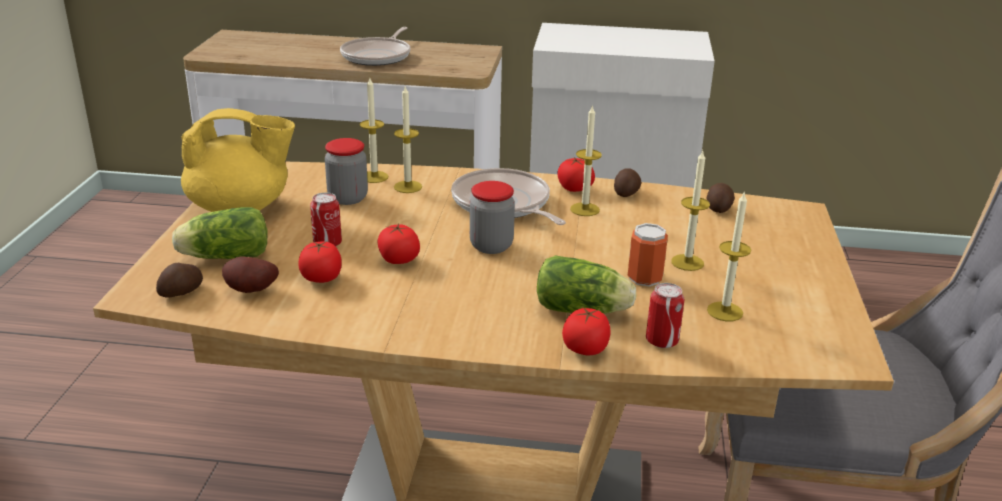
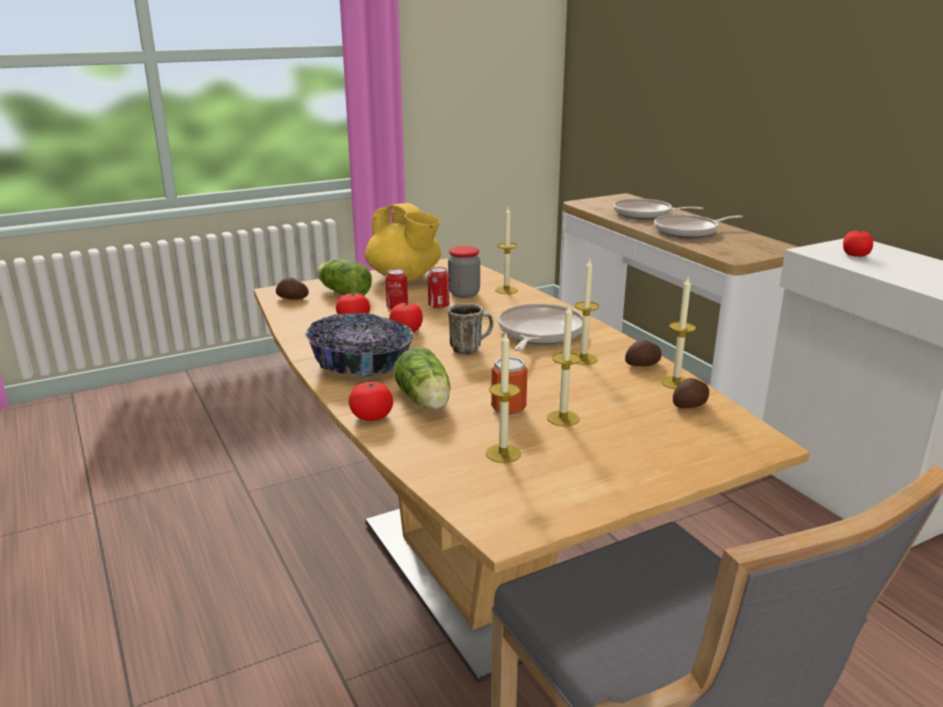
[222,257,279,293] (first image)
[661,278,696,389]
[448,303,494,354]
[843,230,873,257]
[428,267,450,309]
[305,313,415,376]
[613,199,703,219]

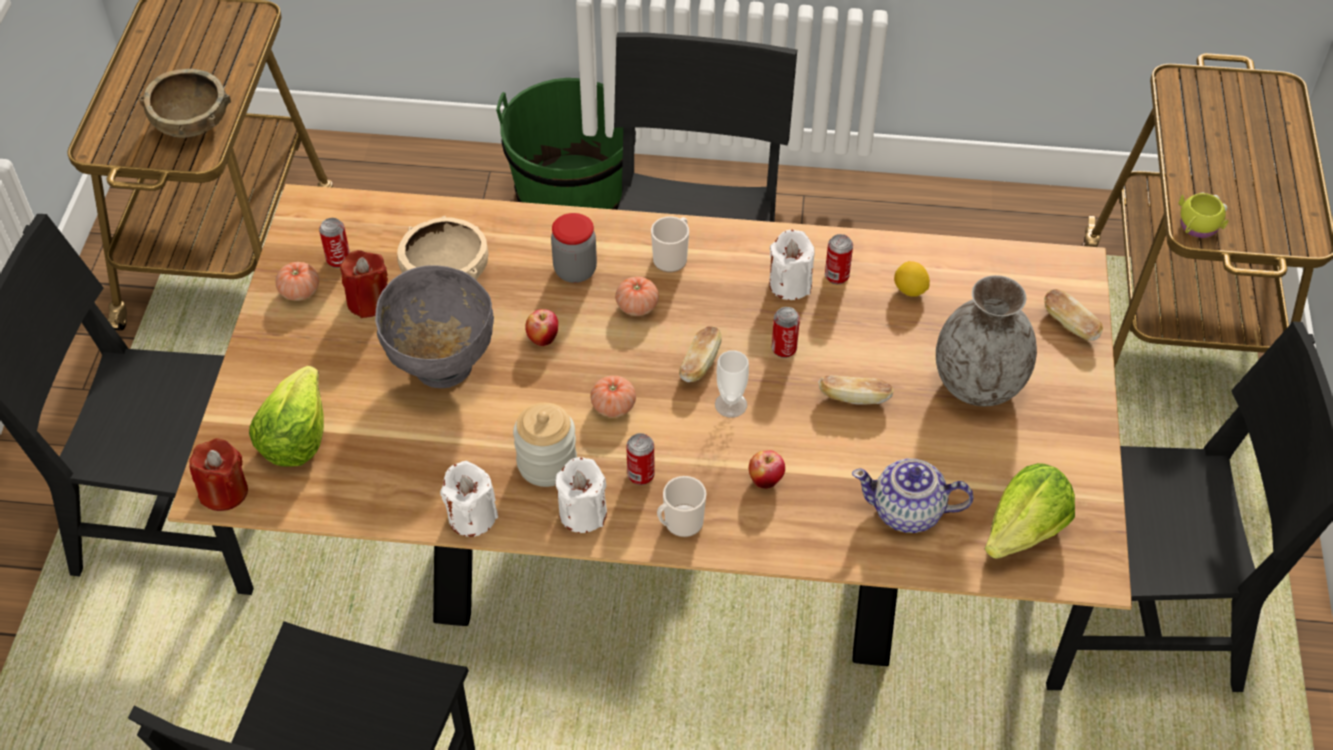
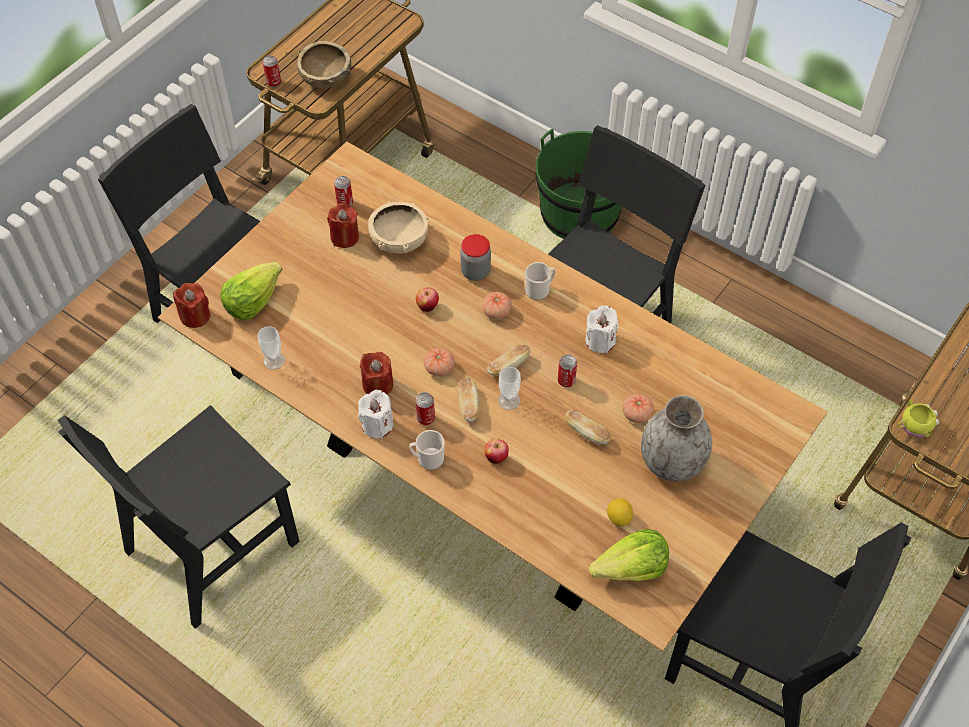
[622,394,654,423]
[375,265,494,388] (first image)
[440,461,498,537] (first image)
[360,352,393,395]
[263,55,281,87]
[852,459,974,533] (first image)
[607,498,633,526]
[457,377,479,422]
[258,326,285,370]

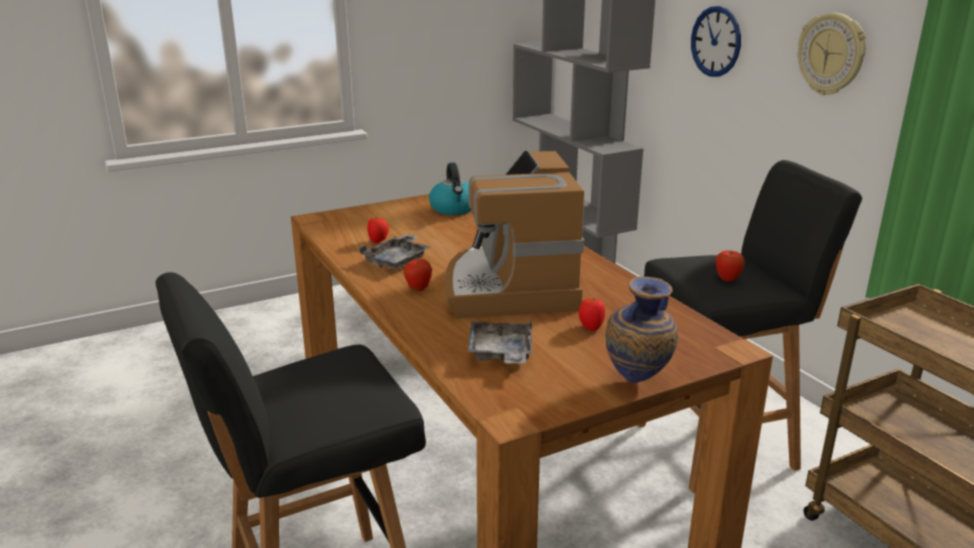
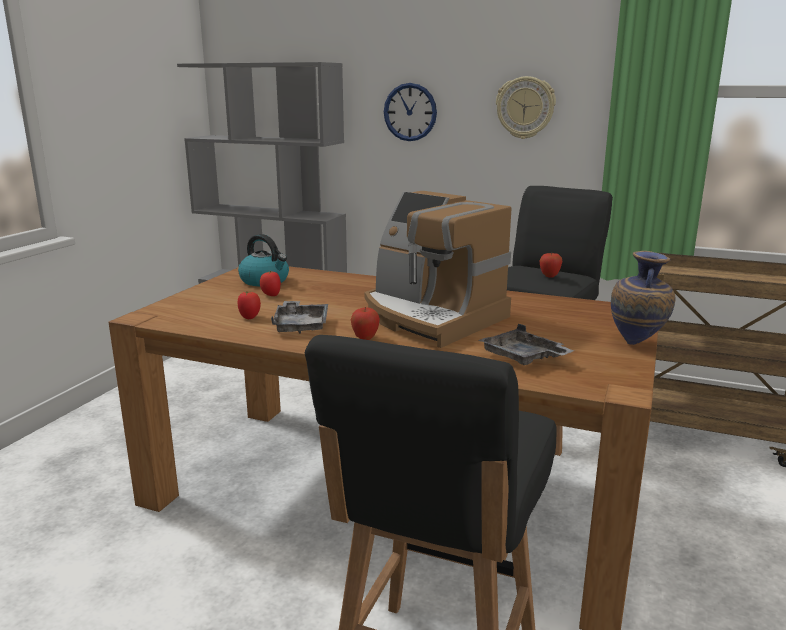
[260,271,281,296]

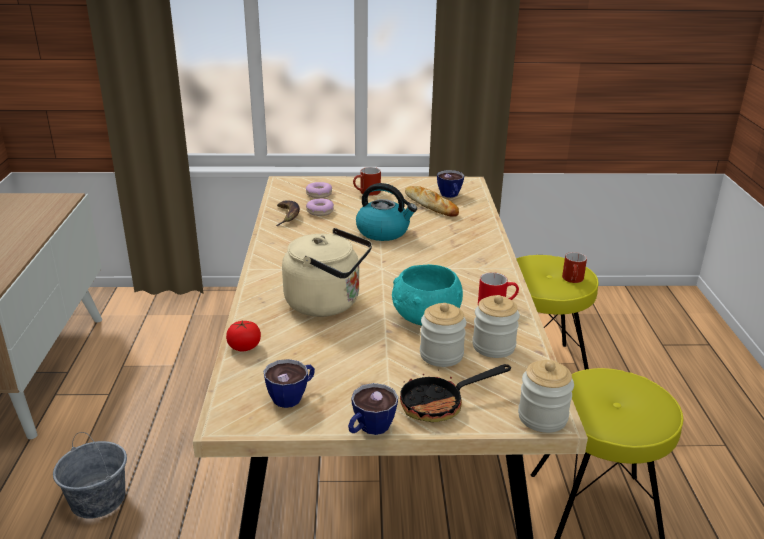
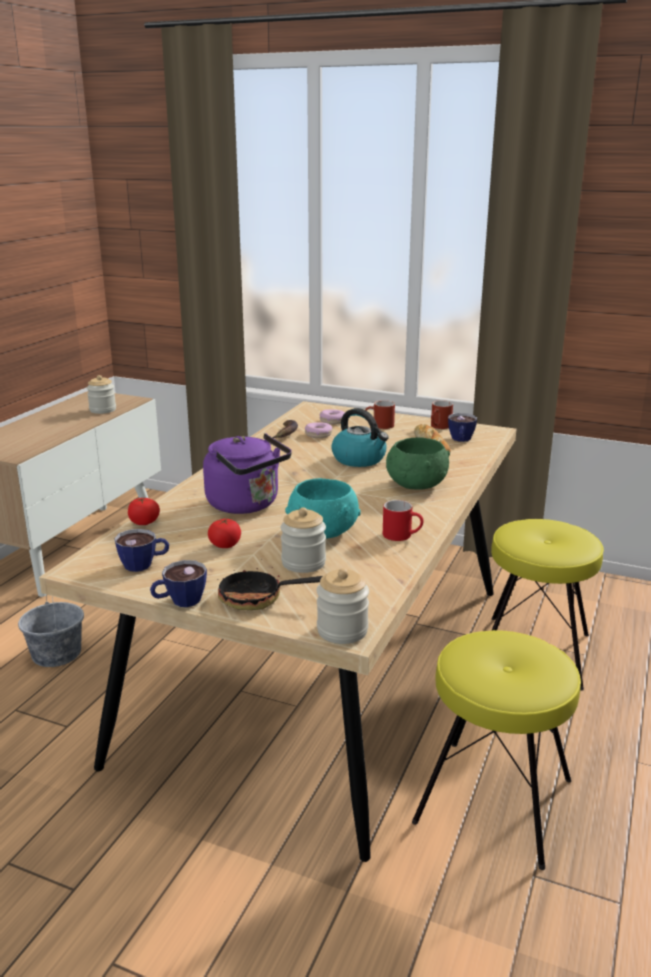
[203,433,292,514]
[87,375,116,414]
[431,400,453,429]
[208,519,241,548]
[386,438,450,490]

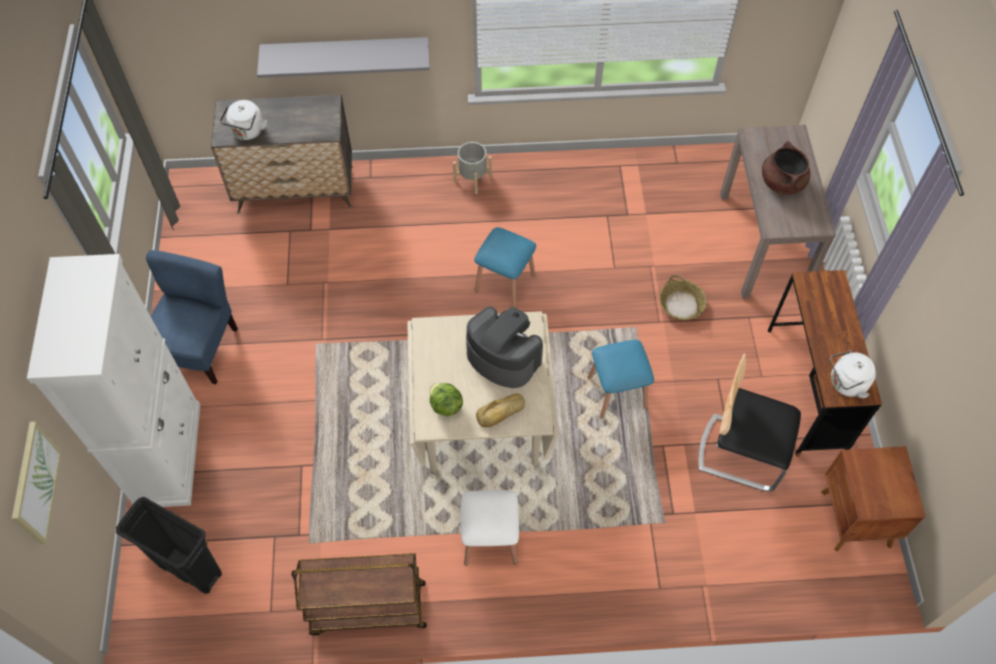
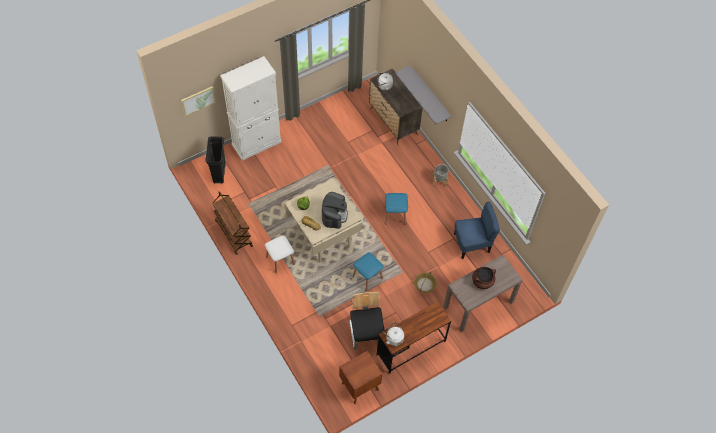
[454,202,500,259]

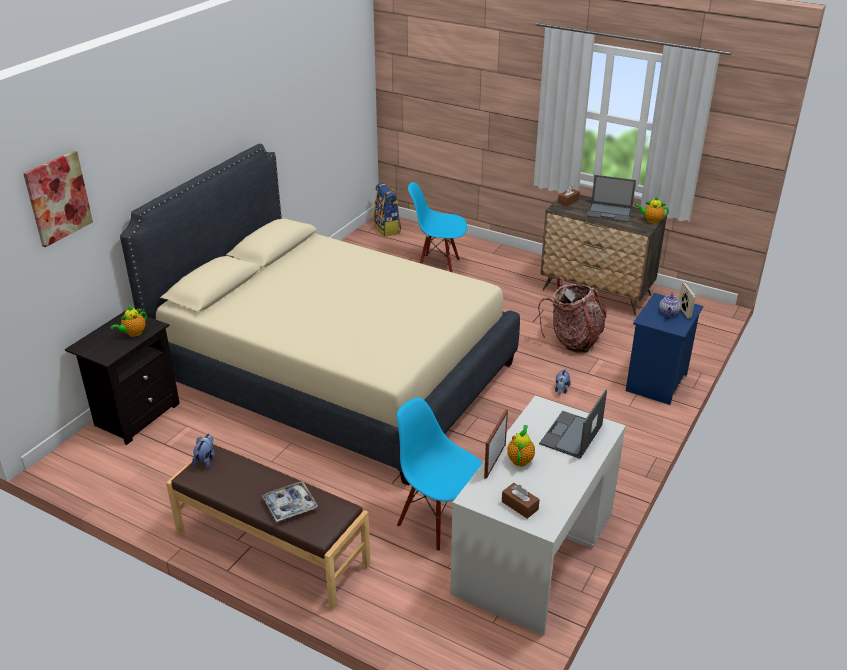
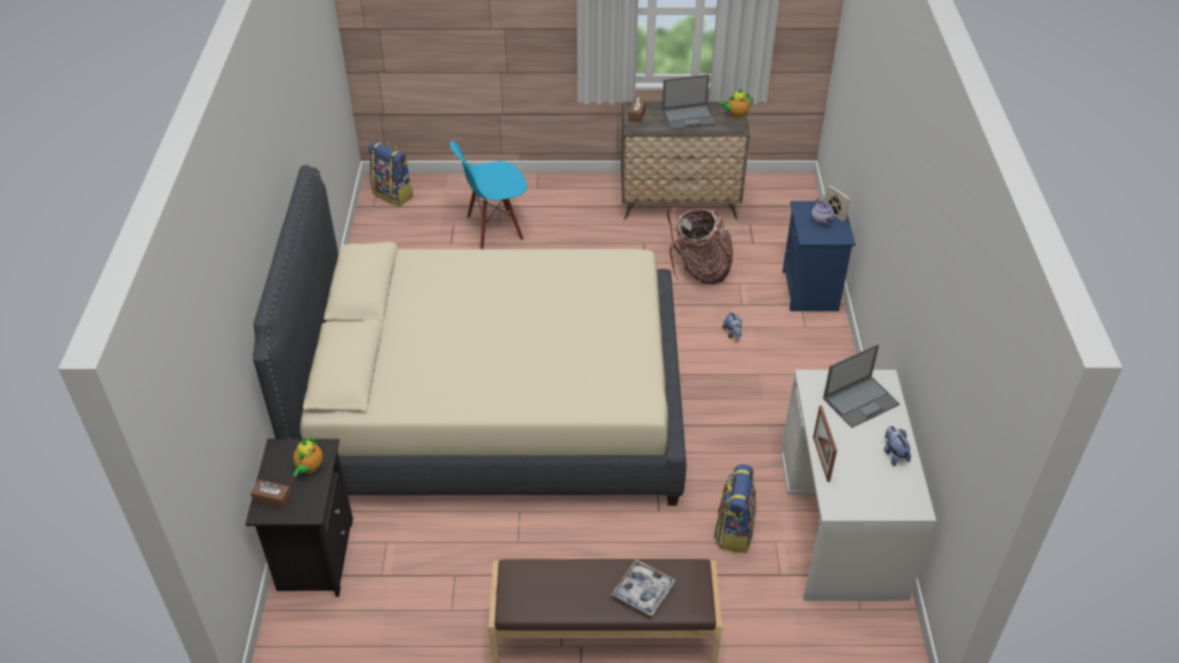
[23,151,93,247] (first image)
[884,426,911,466]
[714,464,757,553]
[251,480,292,509]
[507,425,535,466] (first image)
[823,344,900,428]

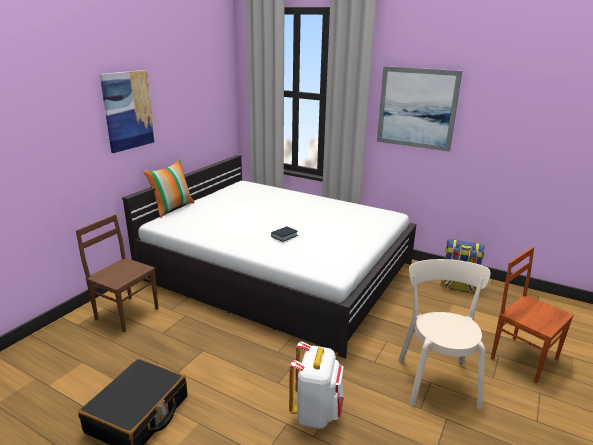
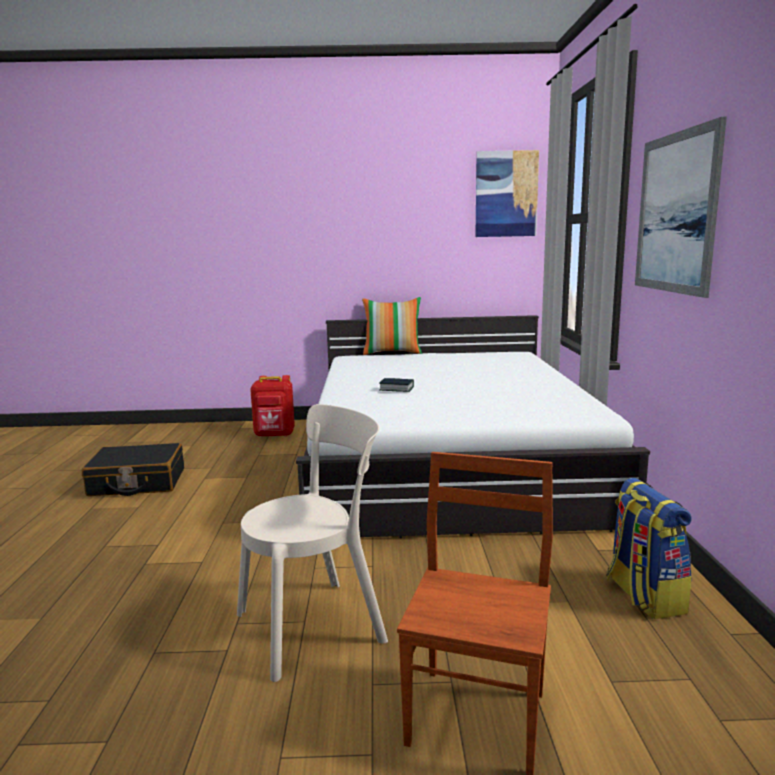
[250,375,295,437]
[475,150,539,237]
[289,341,344,429] (first image)

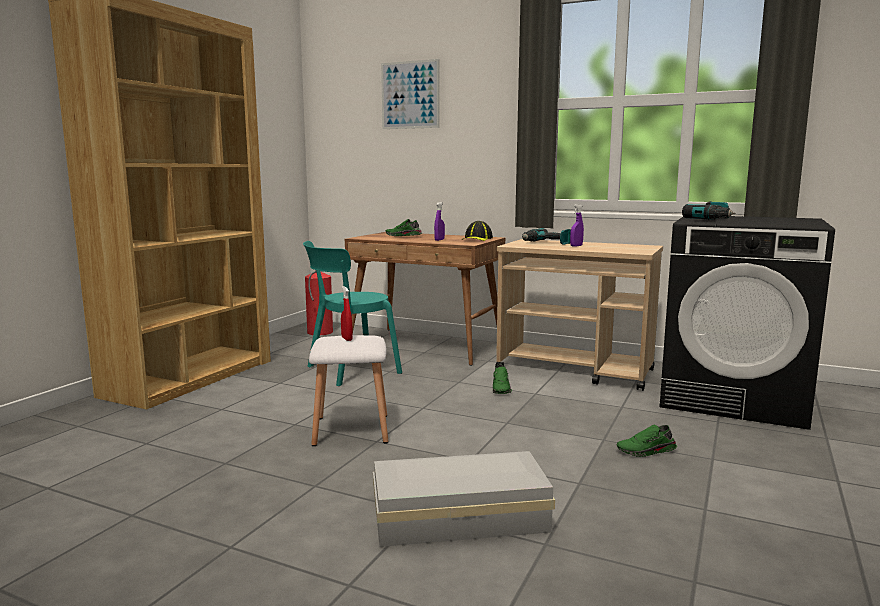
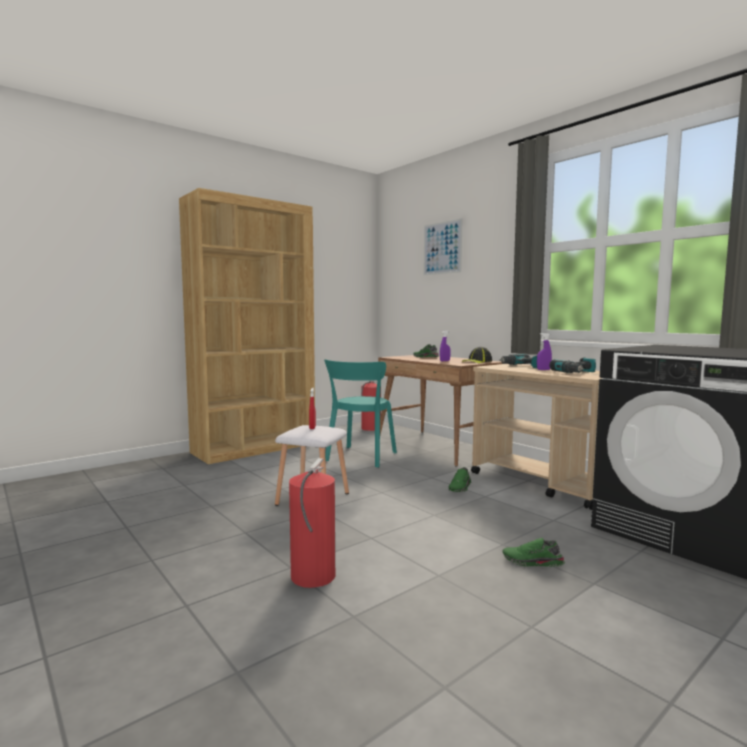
[324,360,397,468]
[289,458,335,588]
[549,358,596,373]

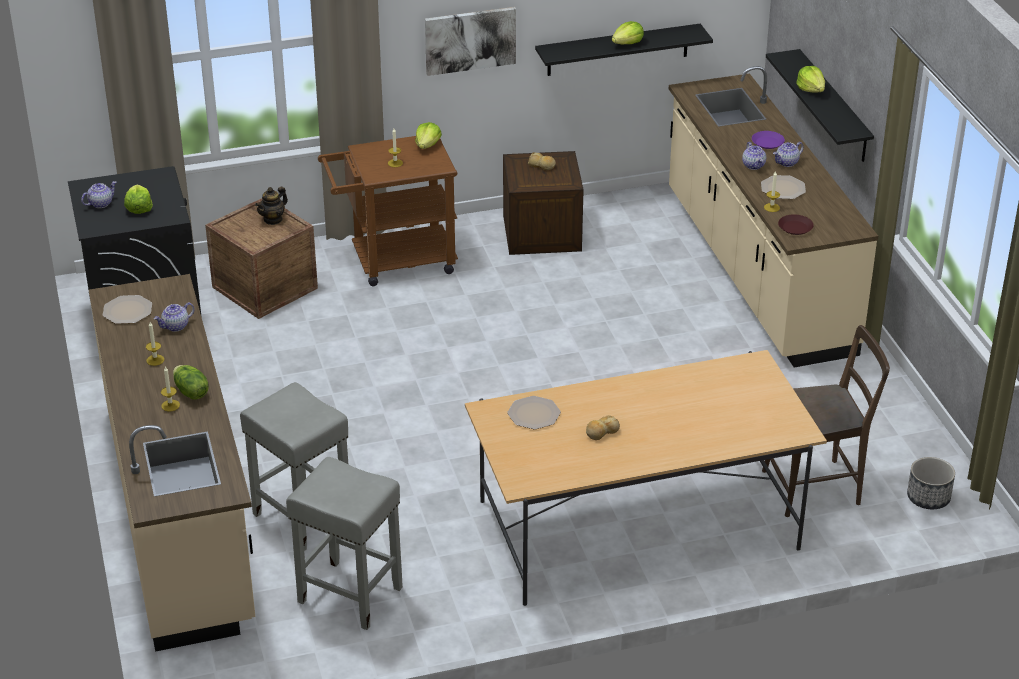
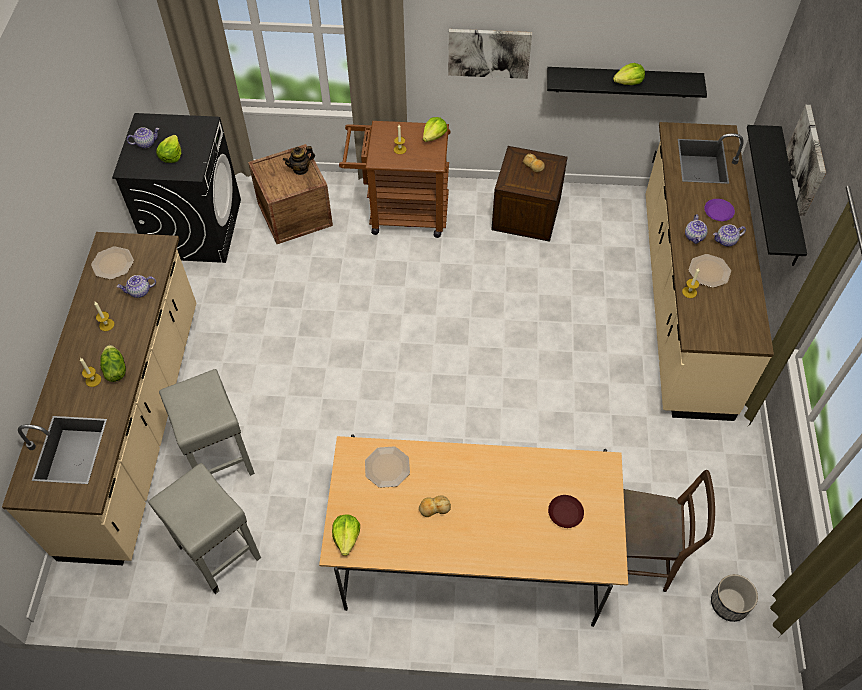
[548,495,584,528]
[332,514,360,556]
[786,105,826,216]

